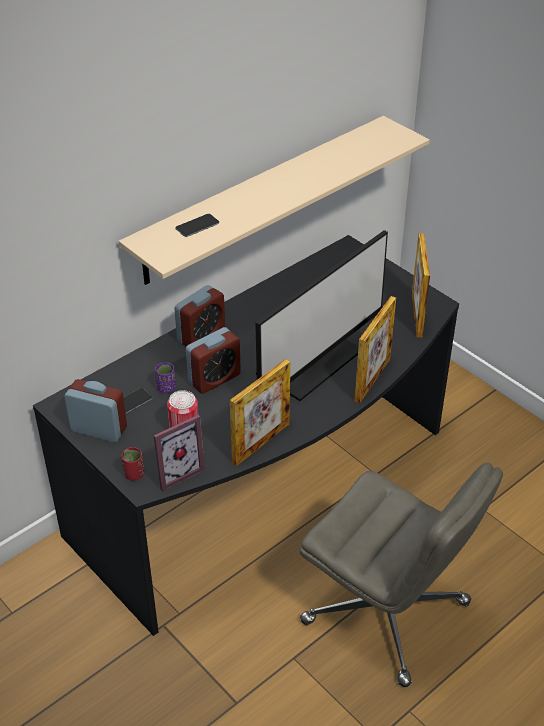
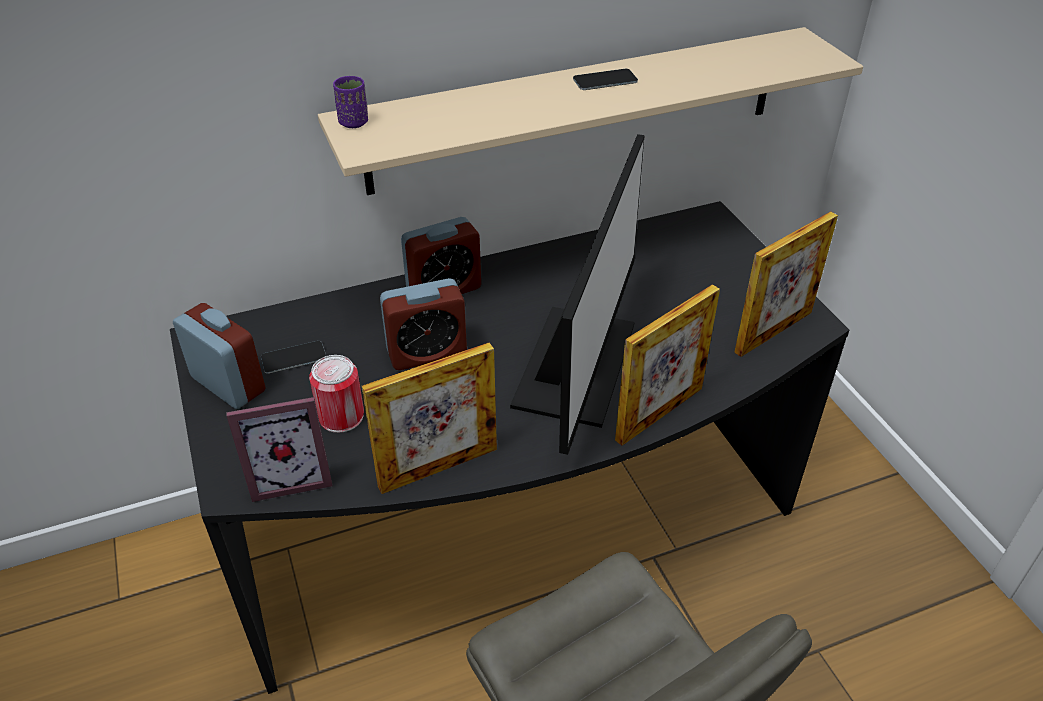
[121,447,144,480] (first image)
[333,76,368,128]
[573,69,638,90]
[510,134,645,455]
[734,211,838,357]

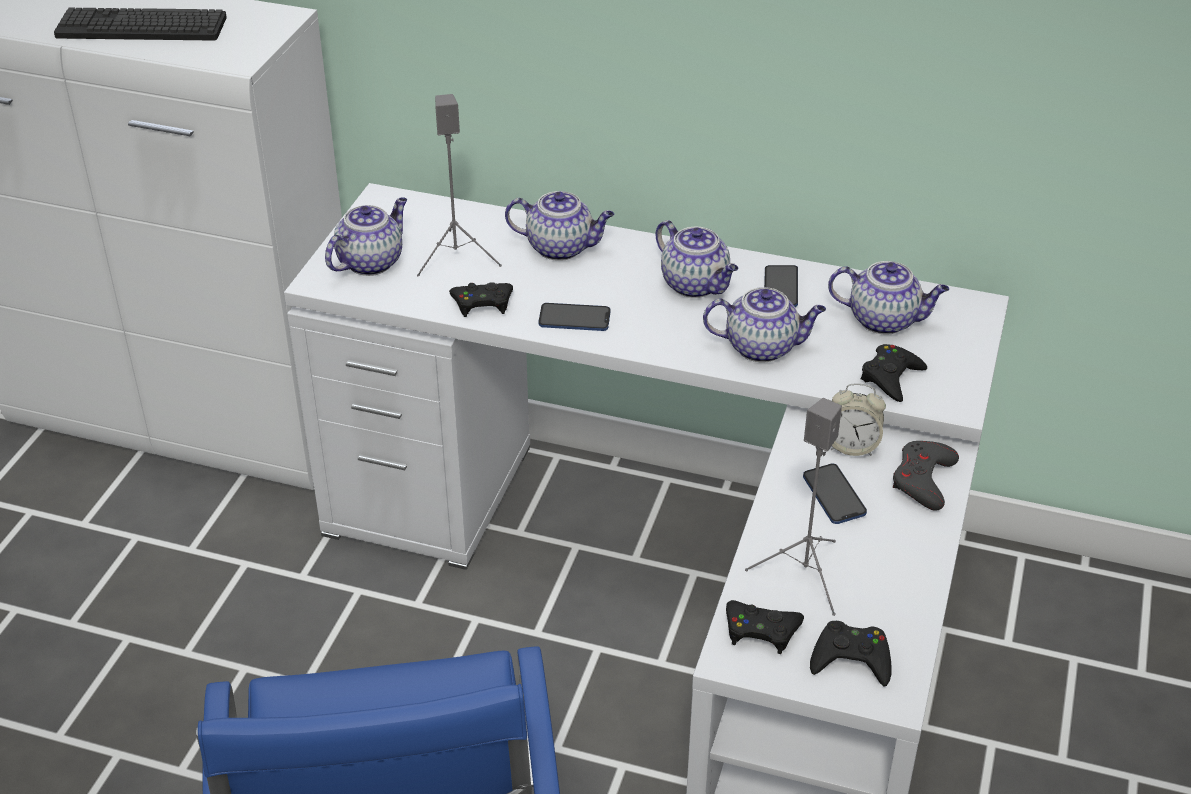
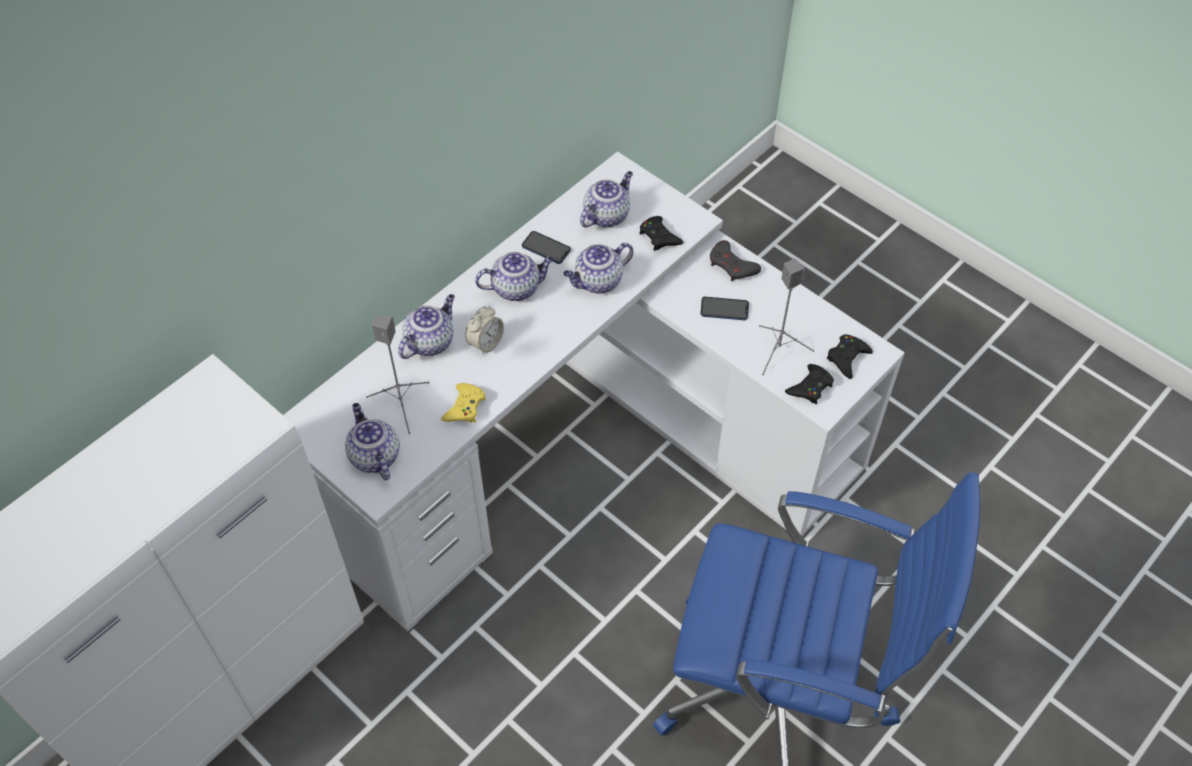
[54,8,227,41] (first image)
[441,383,486,423]
[538,303,611,331] (first image)
[563,243,633,294]
[465,306,504,355]

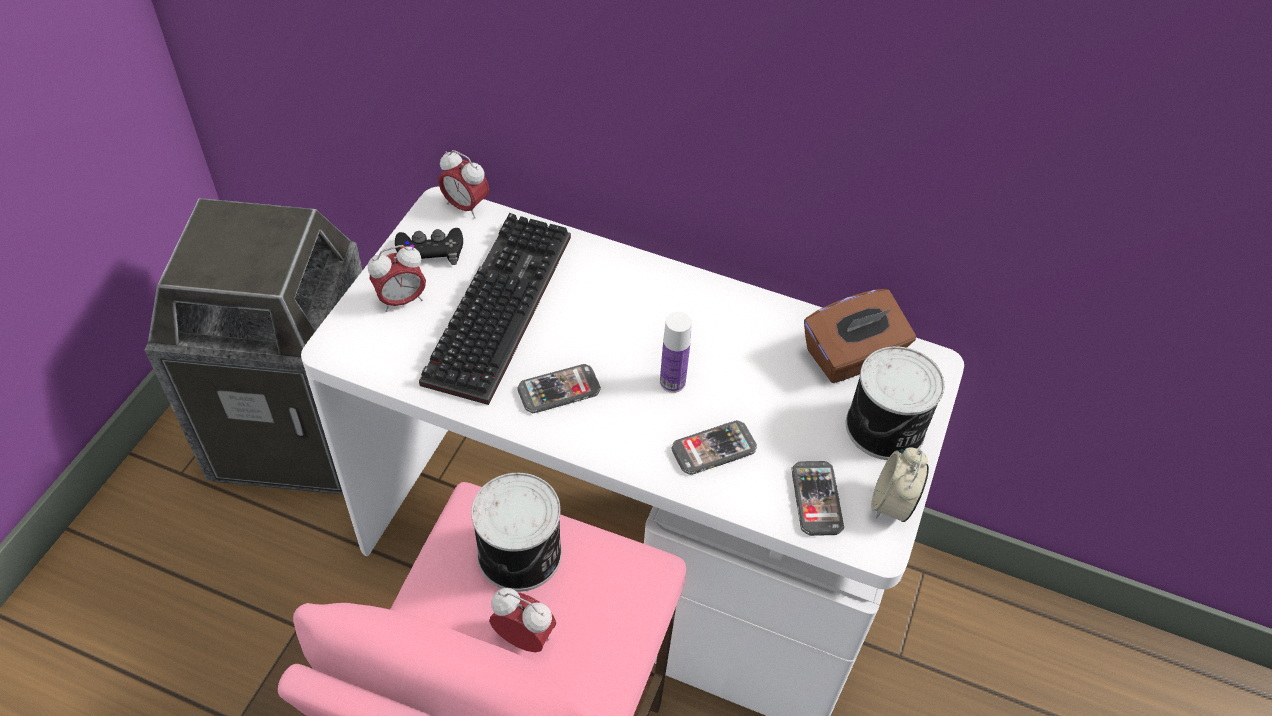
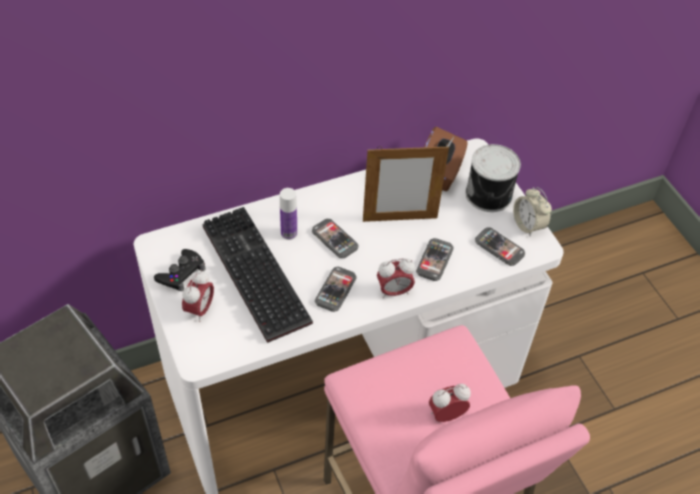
[377,258,415,298]
[471,473,562,592] (first image)
[280,188,297,240]
[312,219,358,258]
[363,144,449,222]

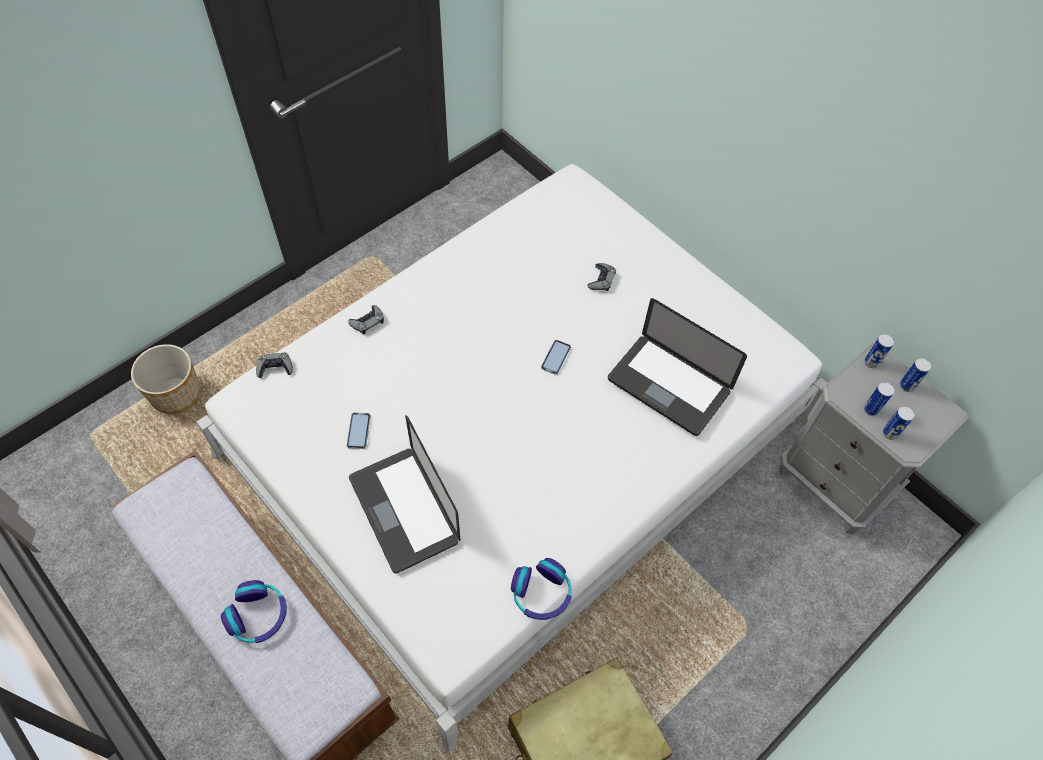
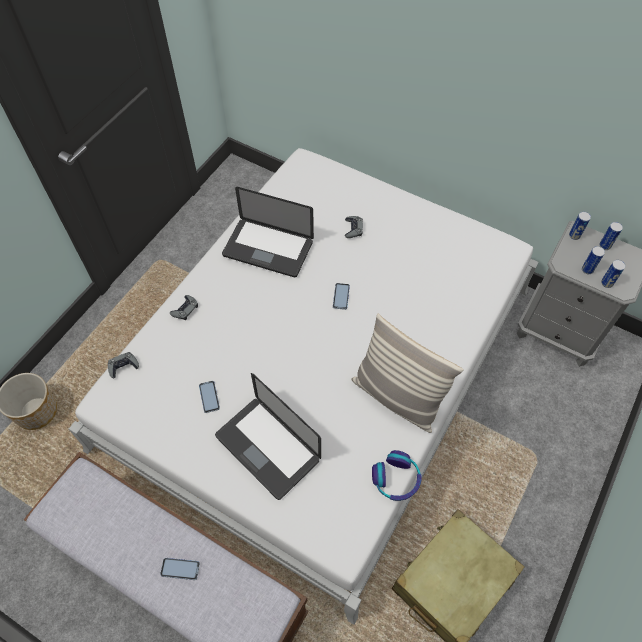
[160,558,200,580]
[222,187,314,277]
[351,314,463,433]

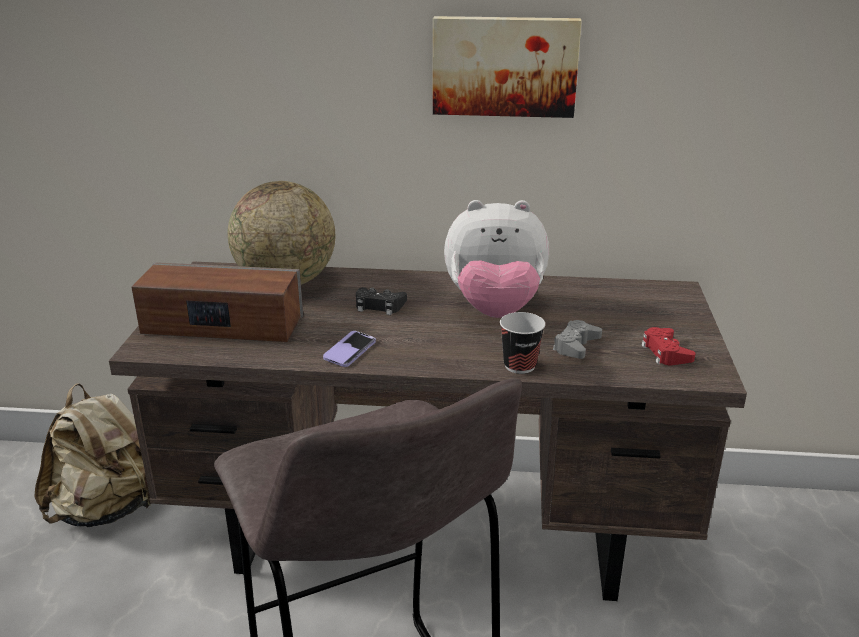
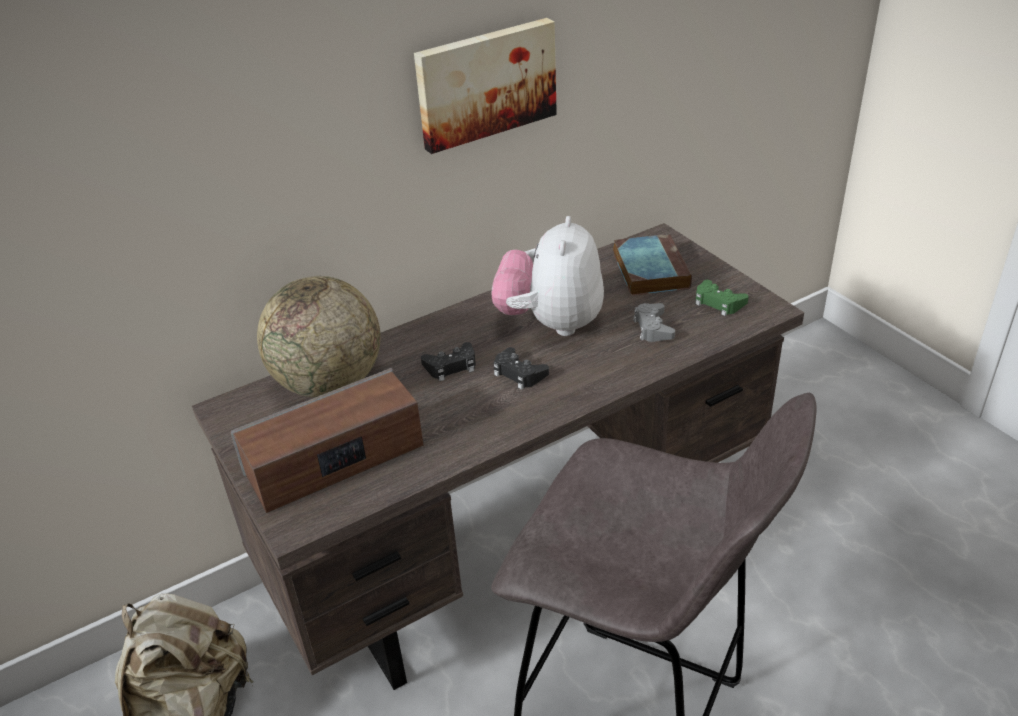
[323,331,376,367] (first image)
[491,216,604,336]
[500,312,545,374] (first image)
[695,280,749,316]
[494,347,549,389]
[613,234,692,296]

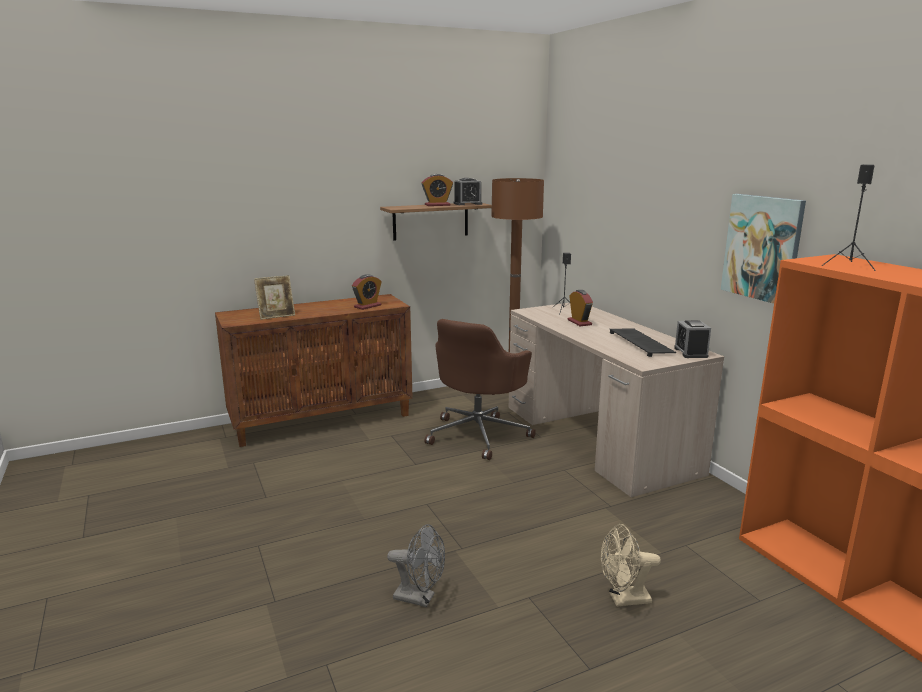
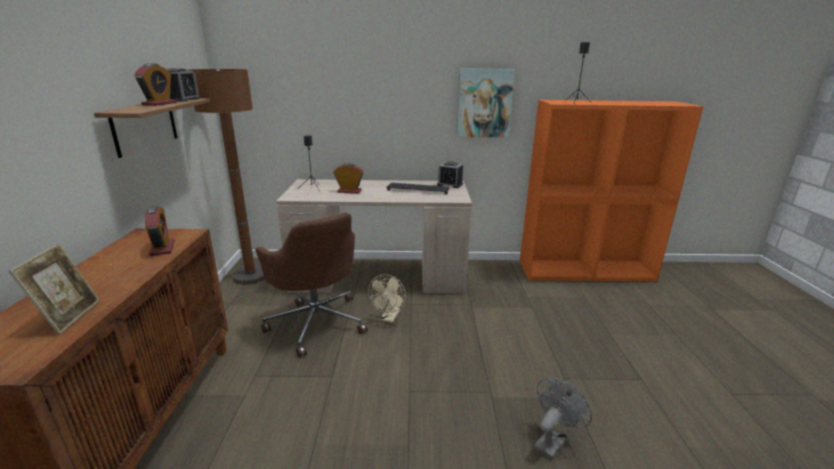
[368,275,406,323]

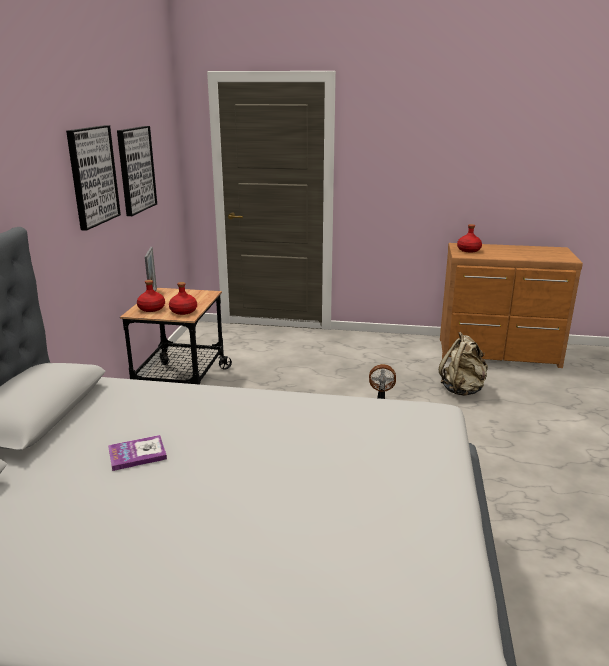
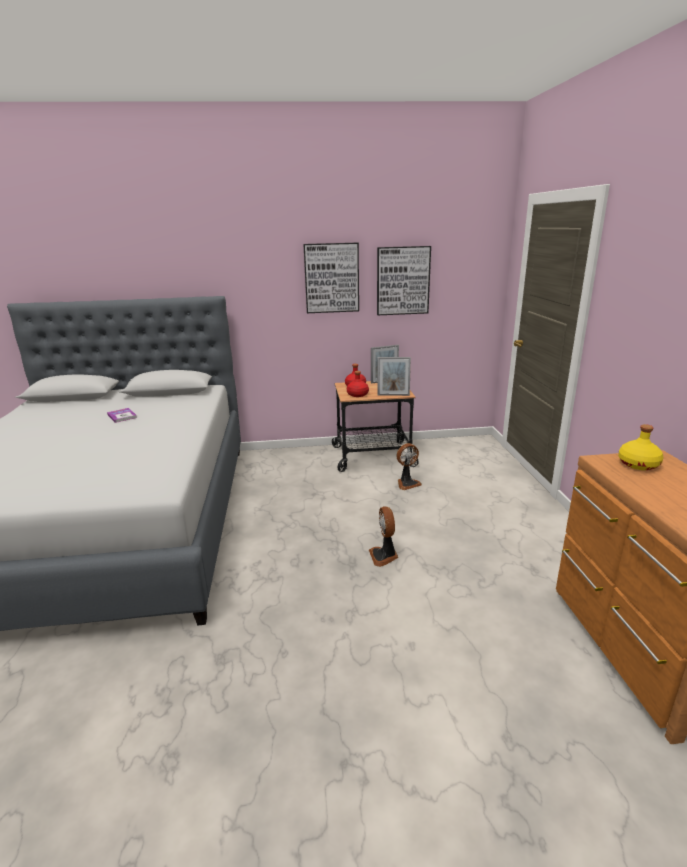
[439,332,488,396] (first image)
[618,424,663,470]
[378,357,411,396]
[396,443,422,490]

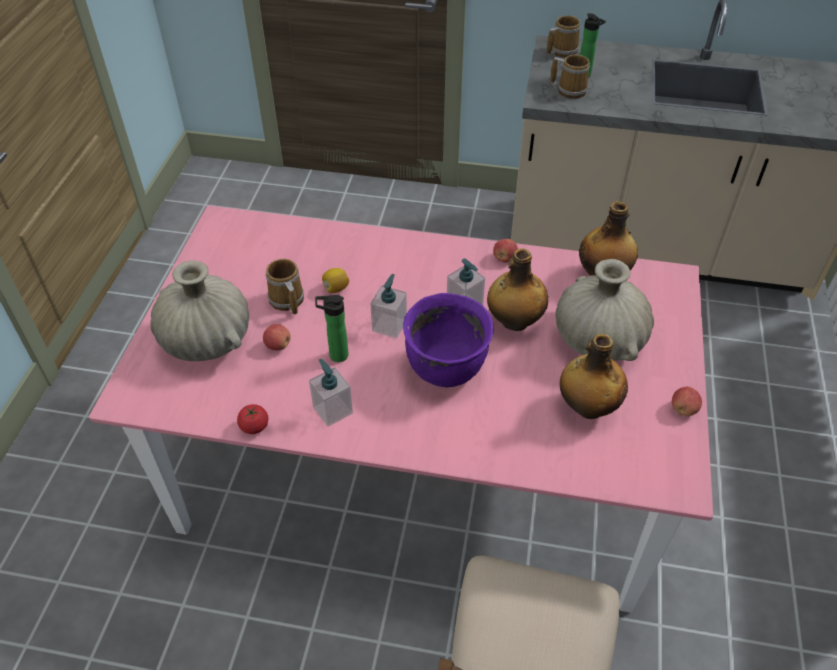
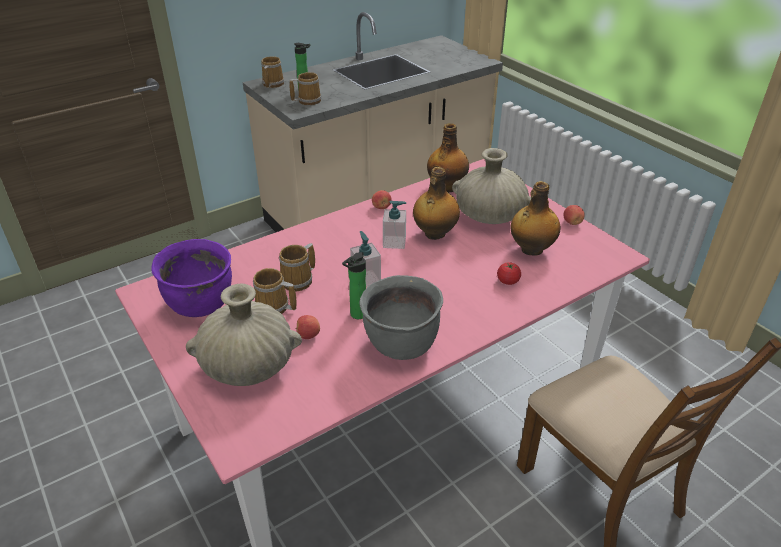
[497,262,521,285]
[359,275,443,360]
[279,243,315,291]
[151,239,232,317]

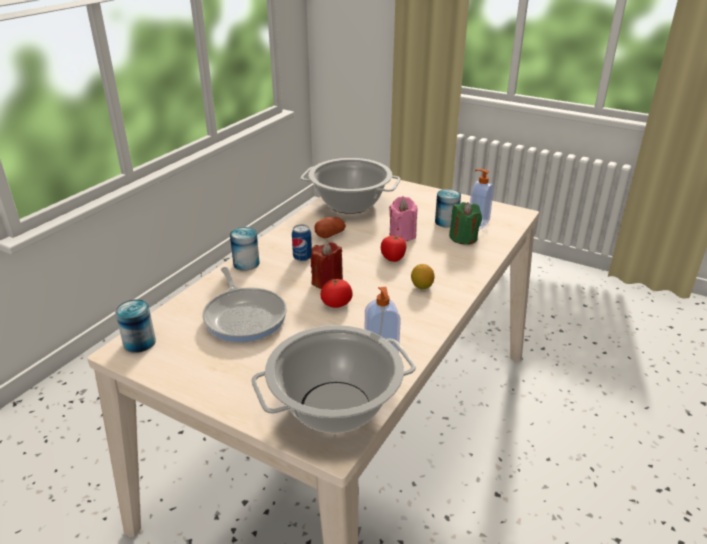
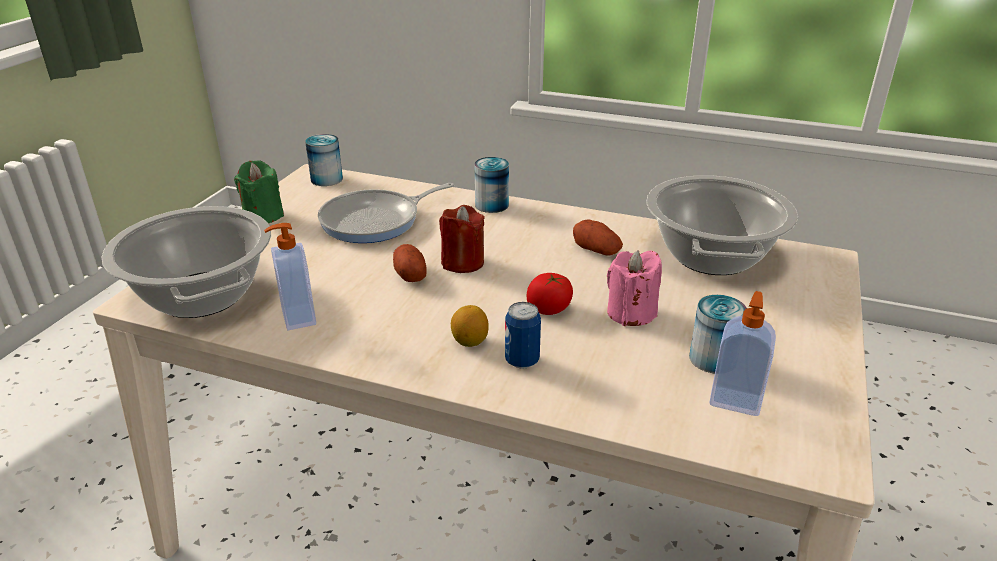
[505,302,541,369]
[393,244,427,282]
[234,160,284,223]

